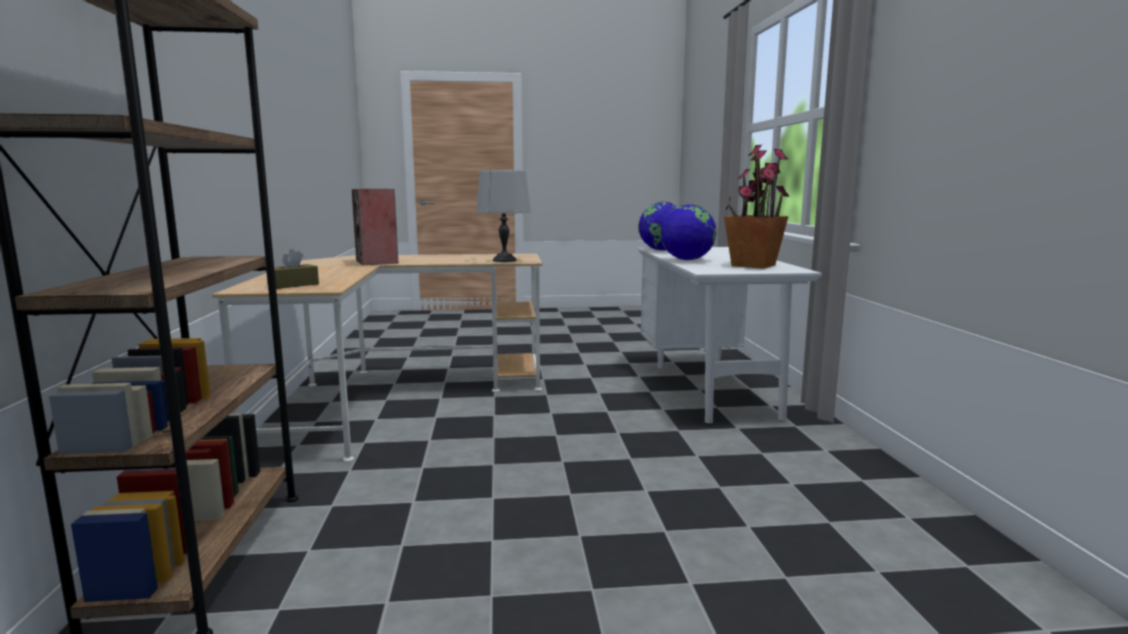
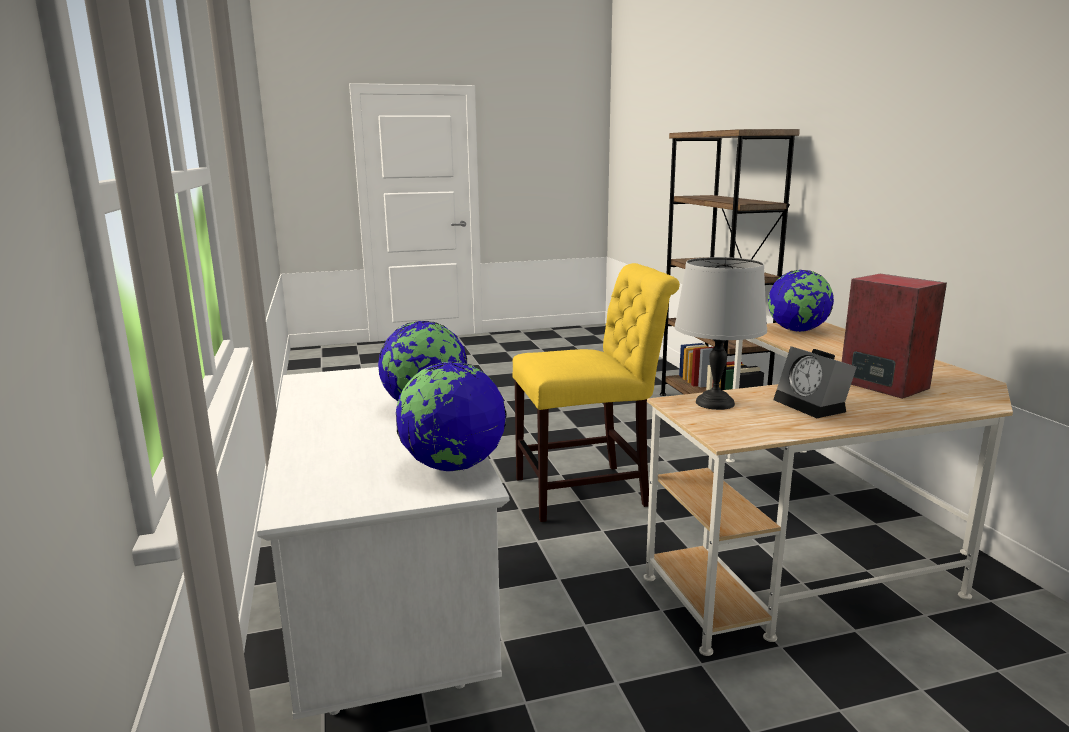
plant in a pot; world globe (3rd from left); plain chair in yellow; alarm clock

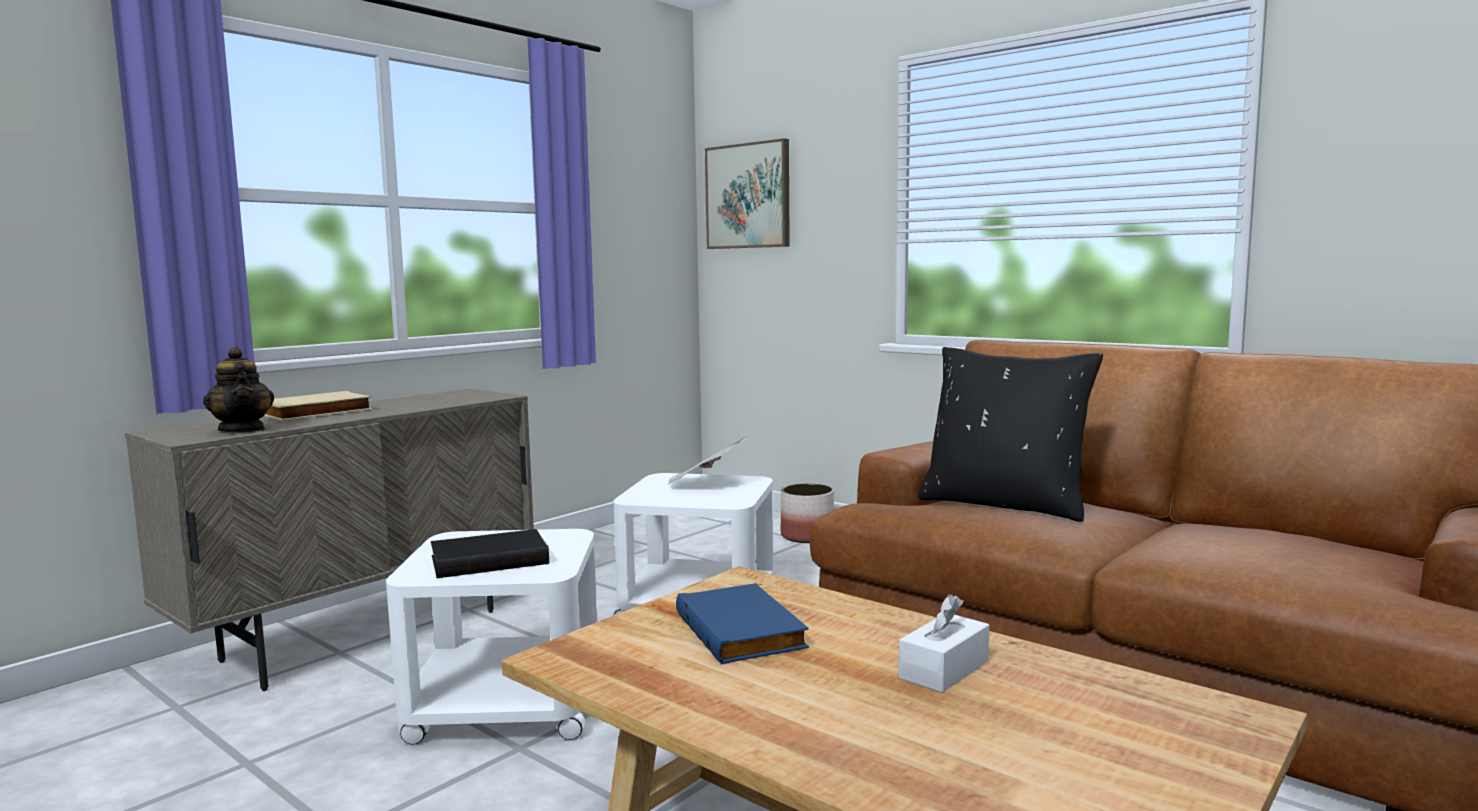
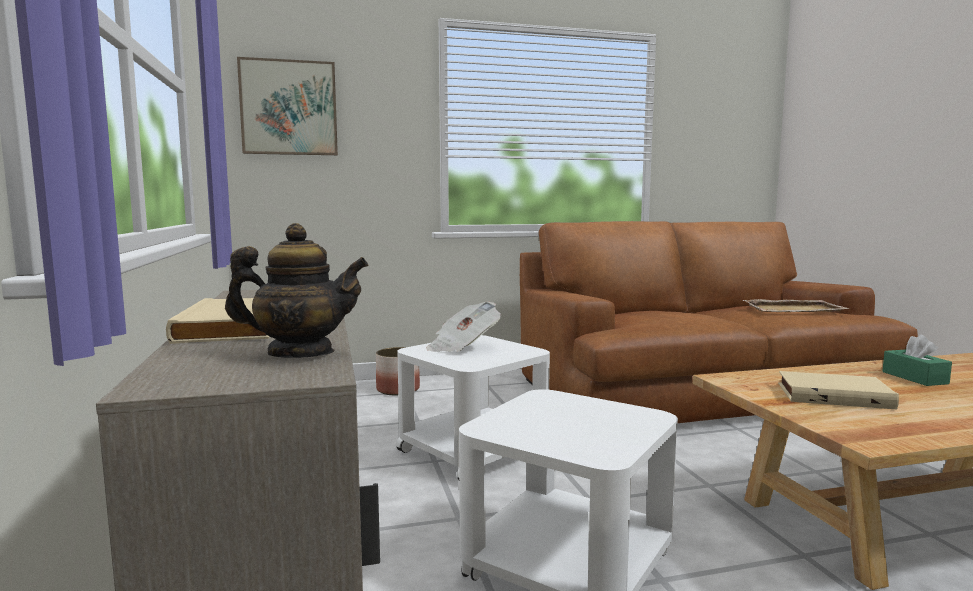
cushion in blackish; book in blackish; book in beige-coloured (2nd from left); box of tissues in green-coloured; tray in beige-coloured

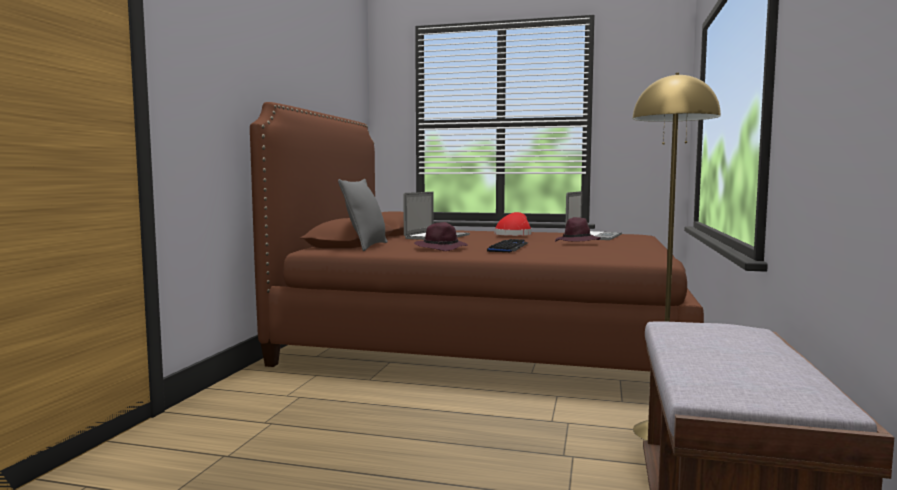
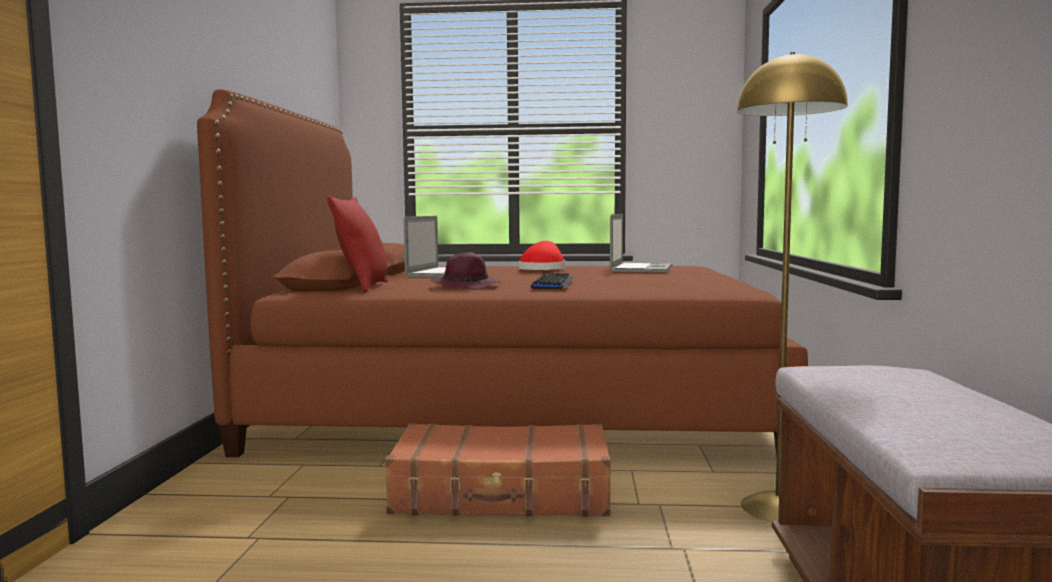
cushion in red-coloured; hat in purple (2nd from left in the first image); suitcase in brown-coloured

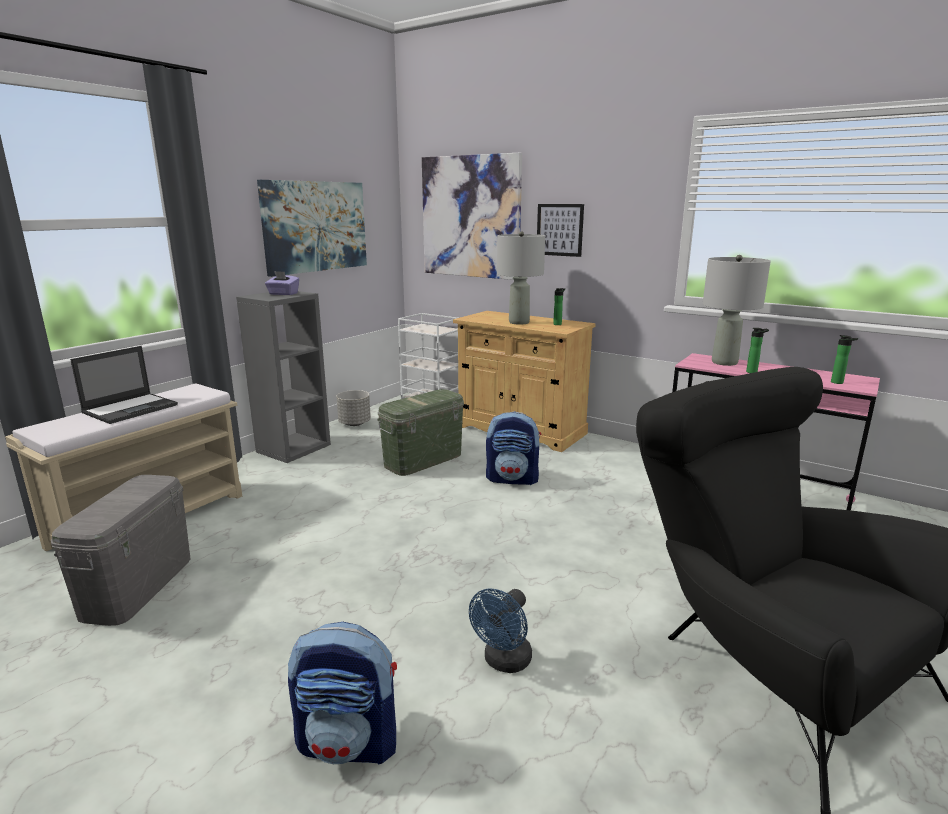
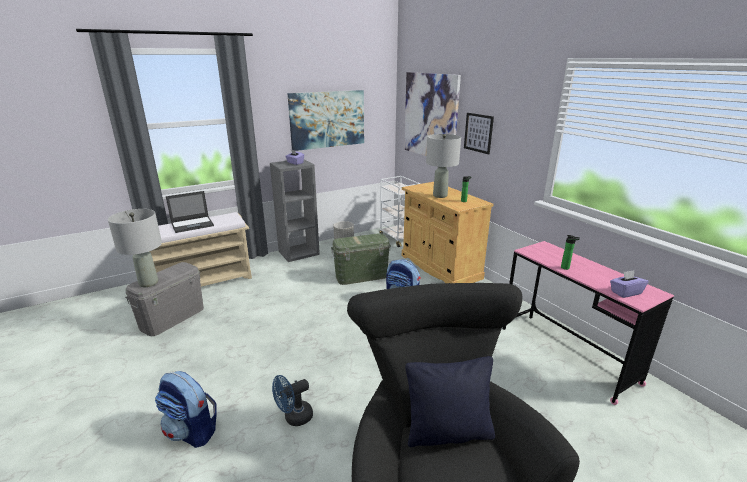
tabletop lamp in grey (1st from left); box of tissues in purple (2nd from left); cushion in blackish

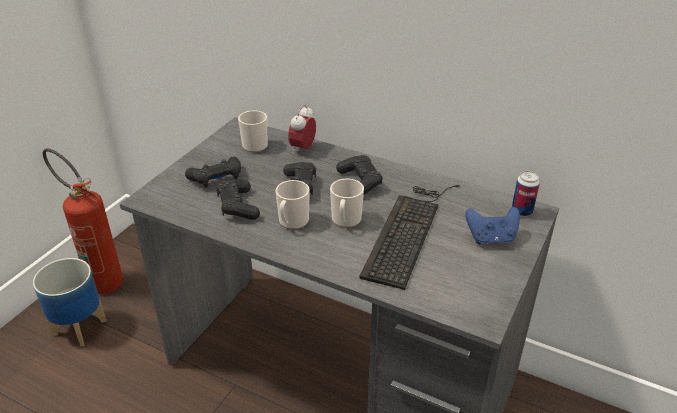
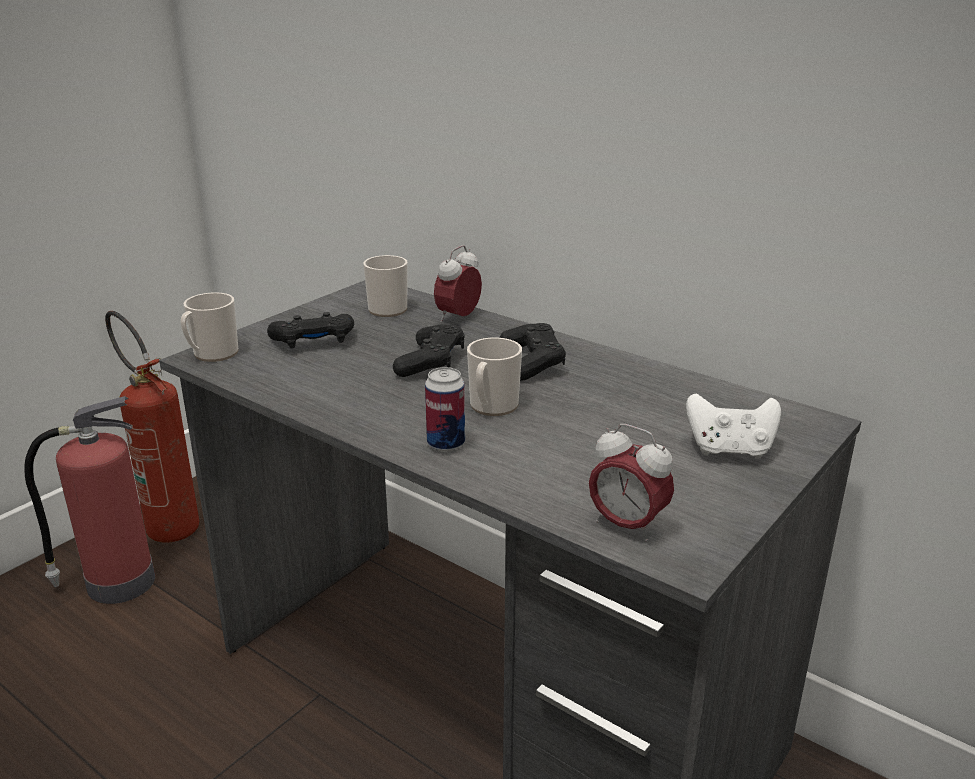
sealed can; game controller in blackish (2nd from left in the first image); mug (1st from left); computer keyboard; game controller in white; fire extinguisher (1st from left); alarm clock (2nd from left)

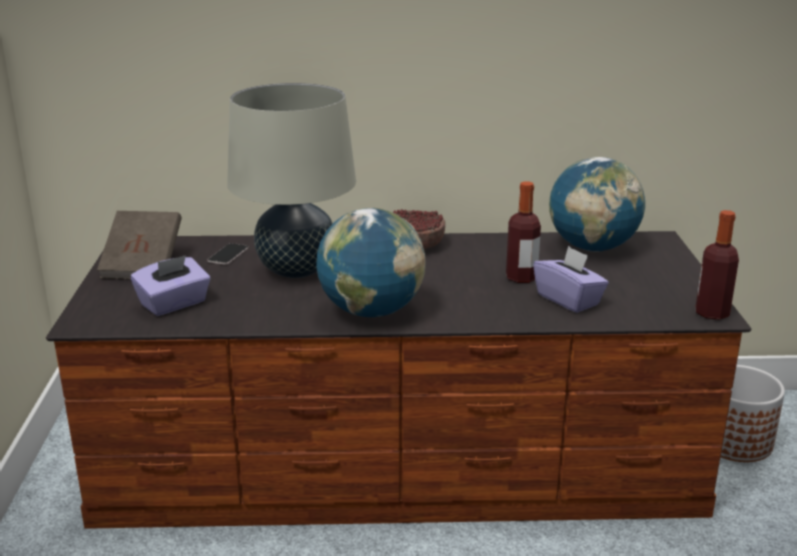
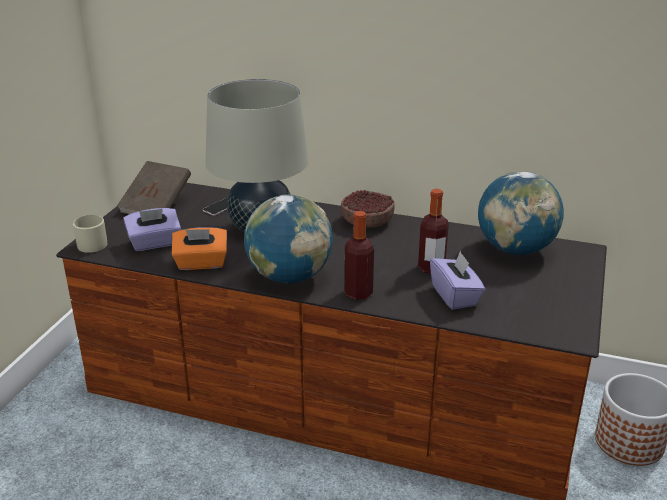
beverage bottle (1st from left); mug in beige-coloured; box of tissues in orangey

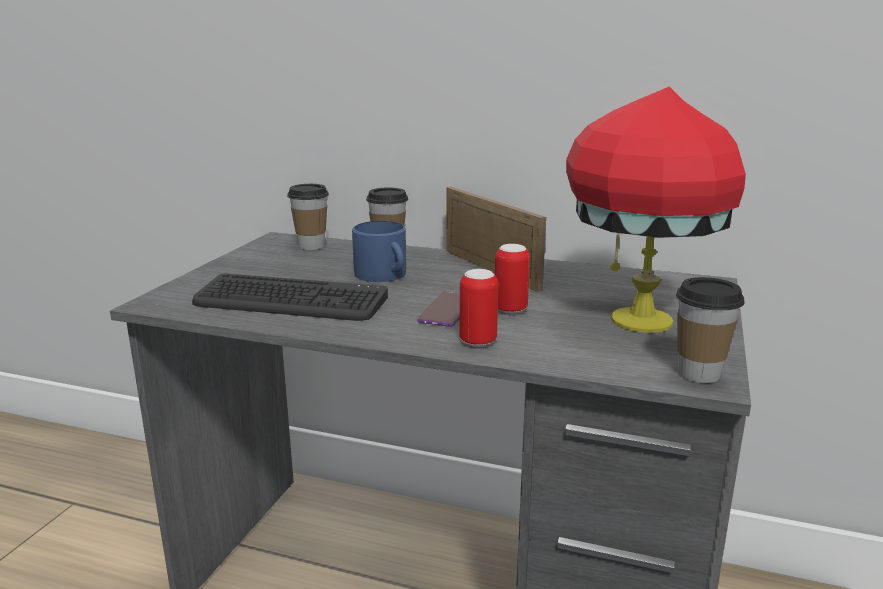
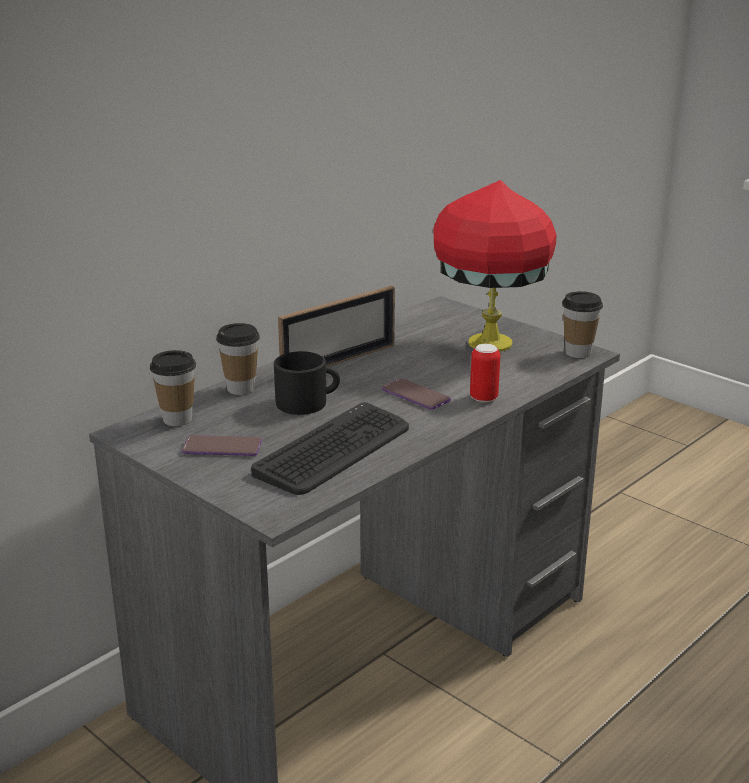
photo frame; mug in blackish; sealed can (2nd from left in the first image); phone (1st from left)

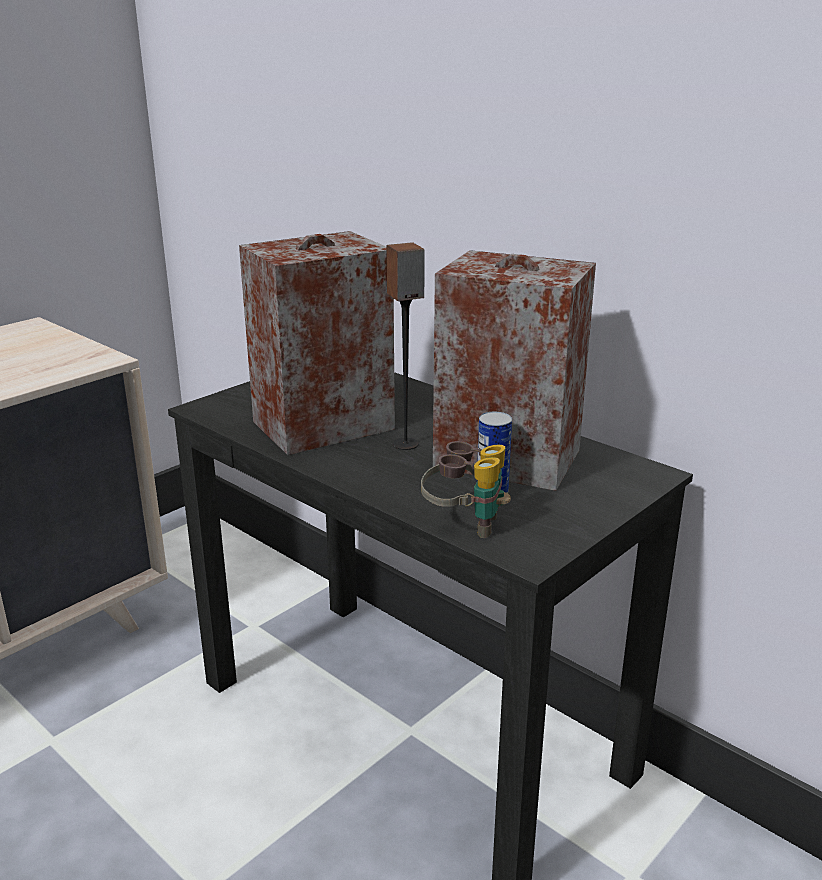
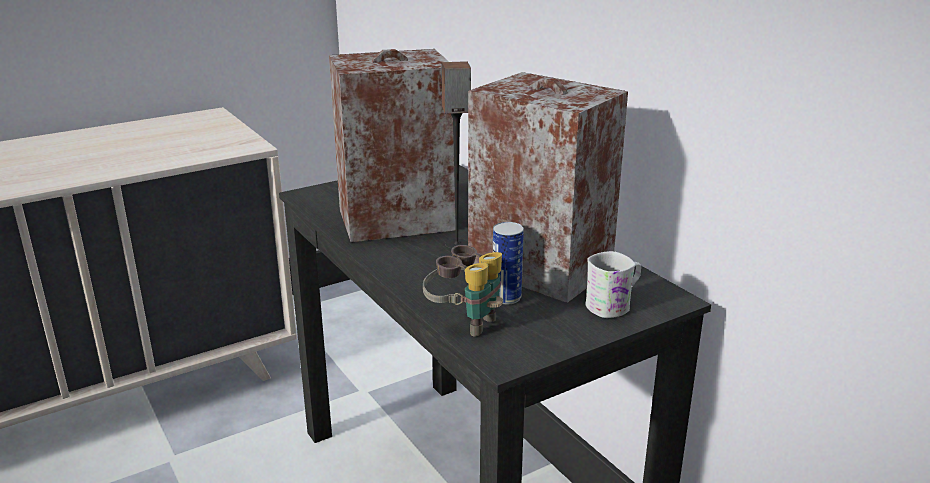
mug in white

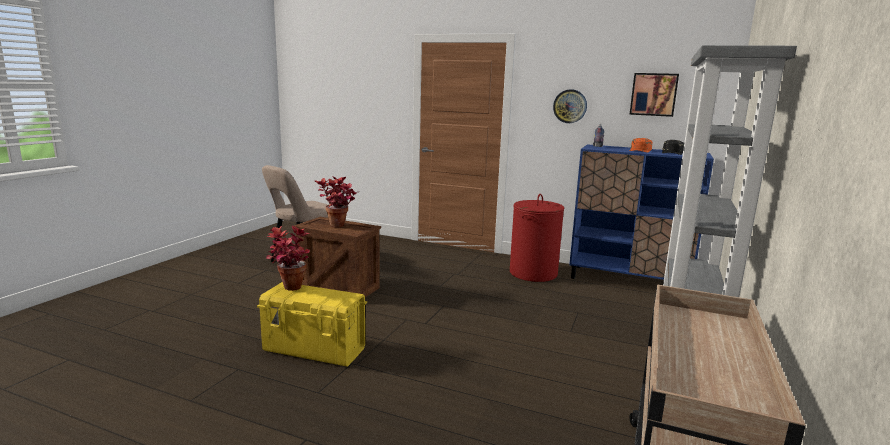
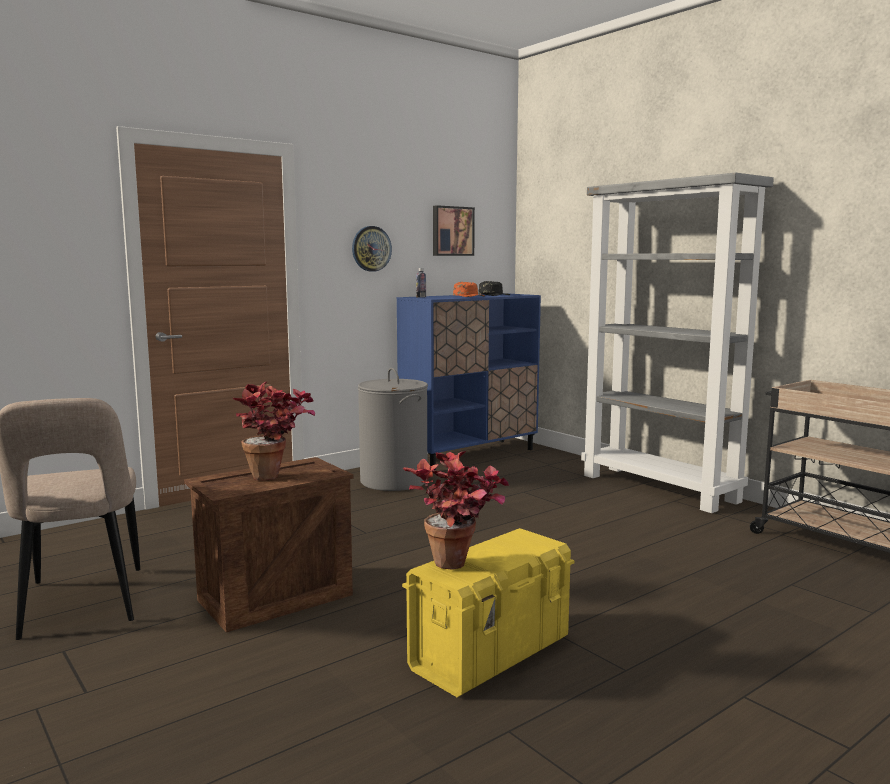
laundry basket in grey

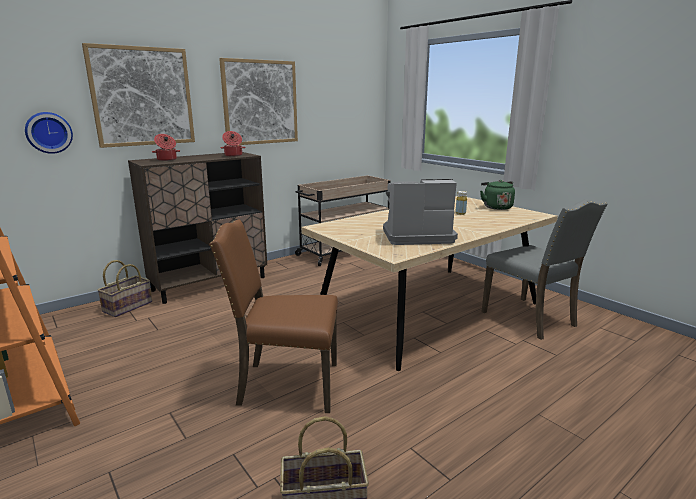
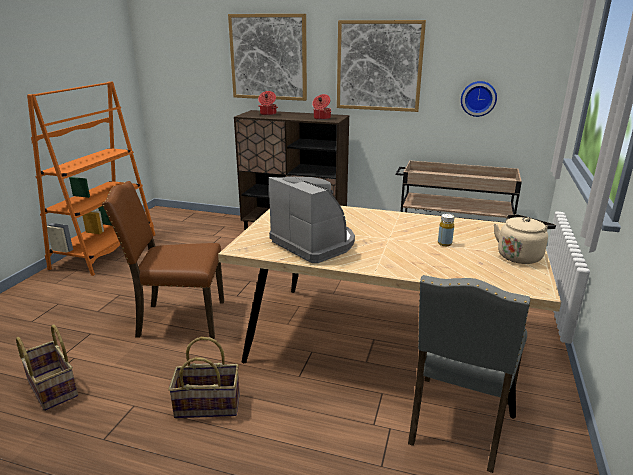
hanging clock; tea kettle in beige-coloured; plain chair in brown-coloured; household basket (2nd from left)

